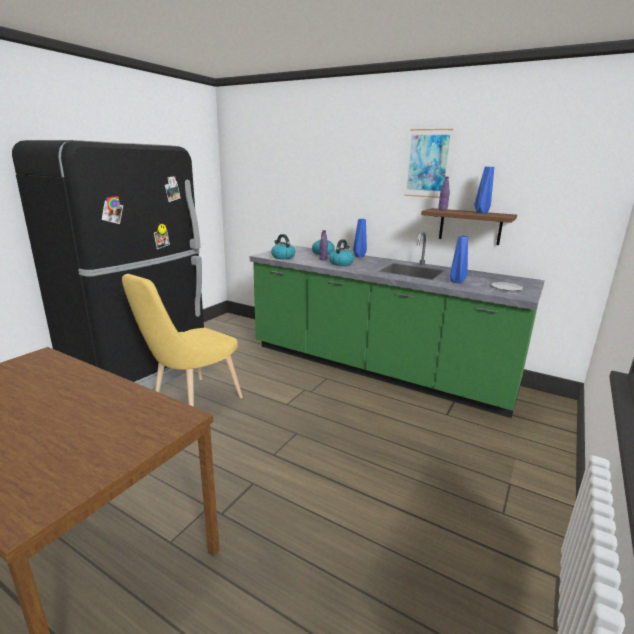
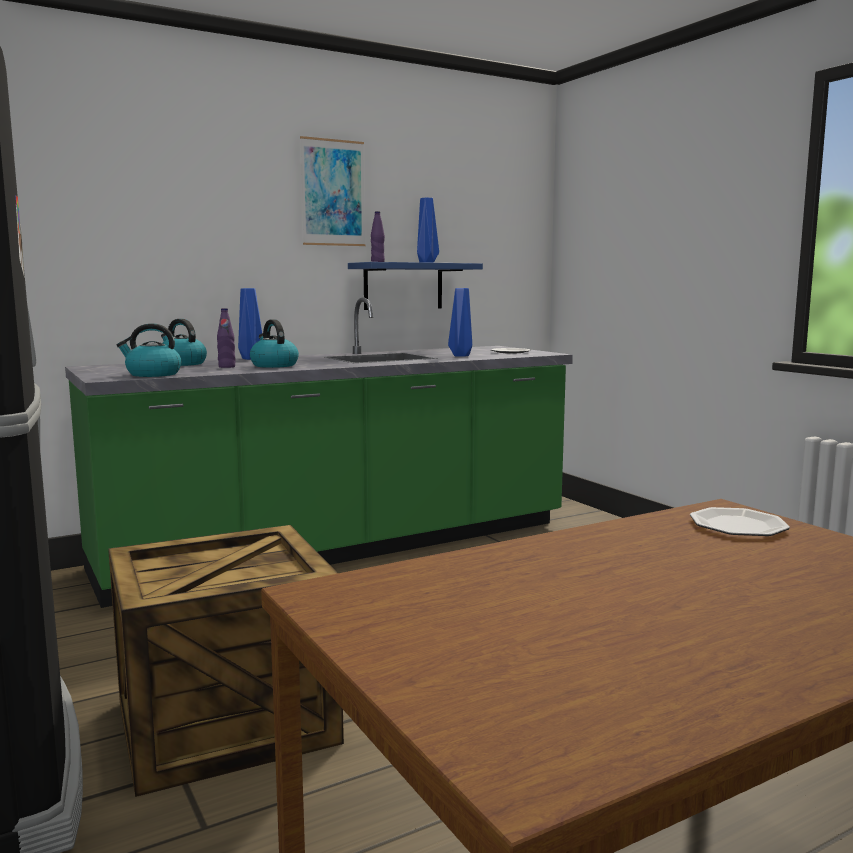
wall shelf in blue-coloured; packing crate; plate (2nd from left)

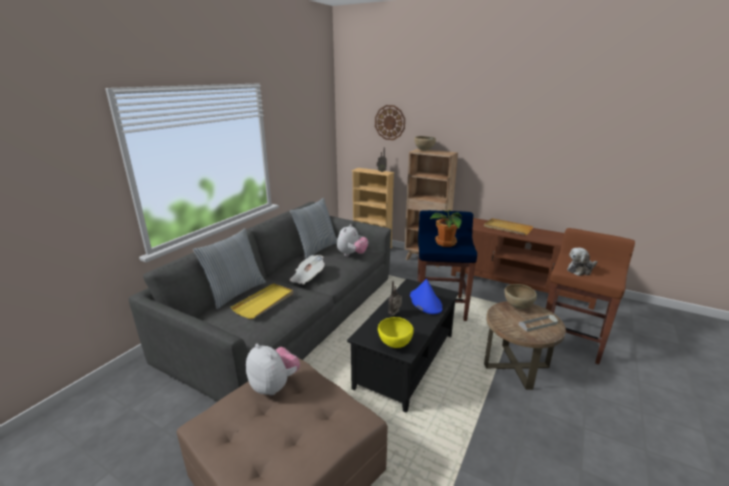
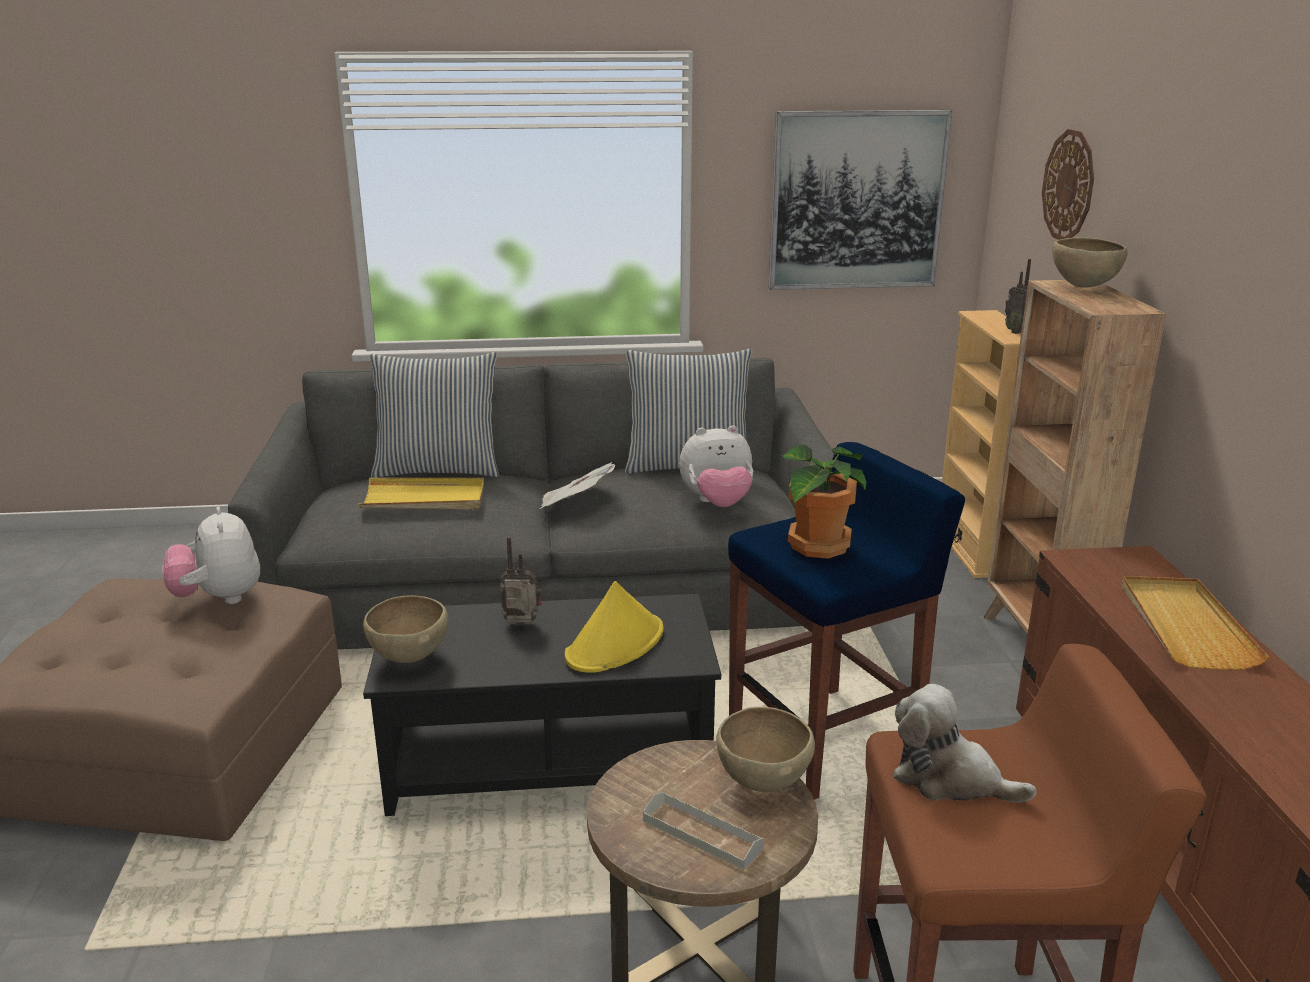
hat in yellow; deep dish in brown-coloured (1st from left); plush toy (1st from left); wall picture

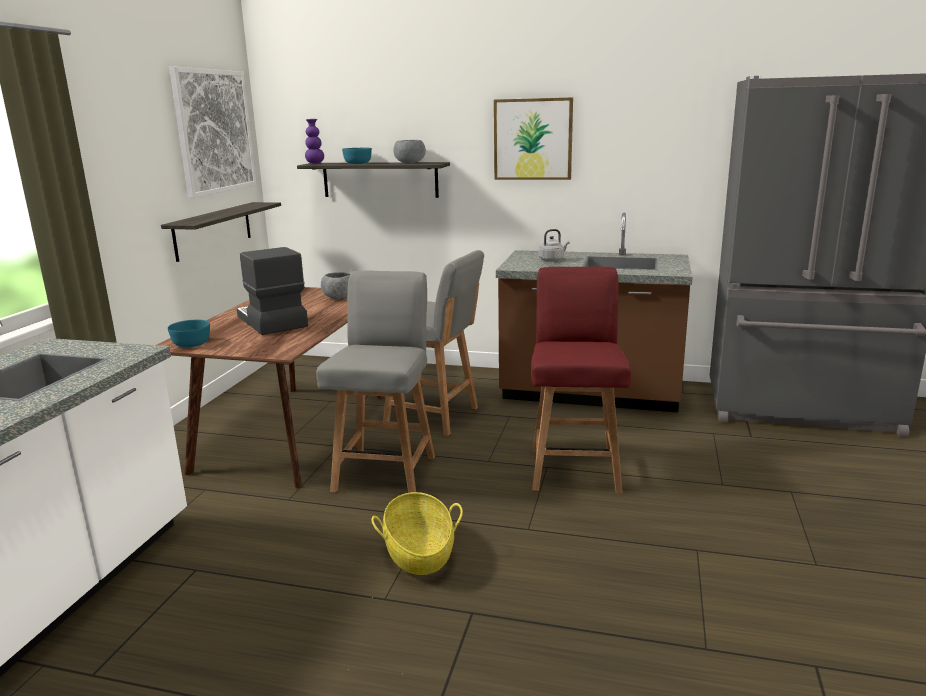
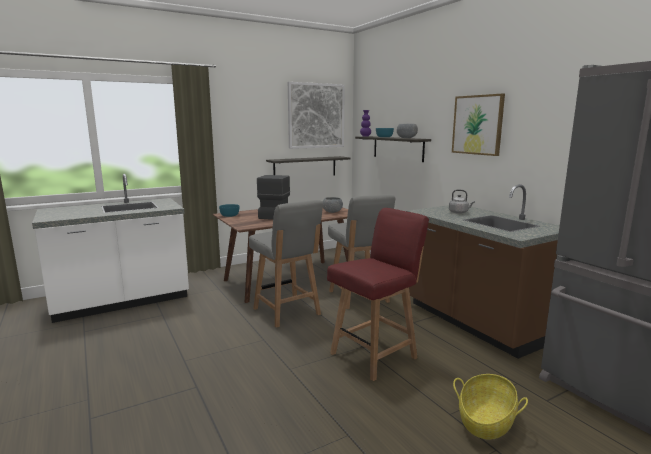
plain chair in grey (1st from left); household basket

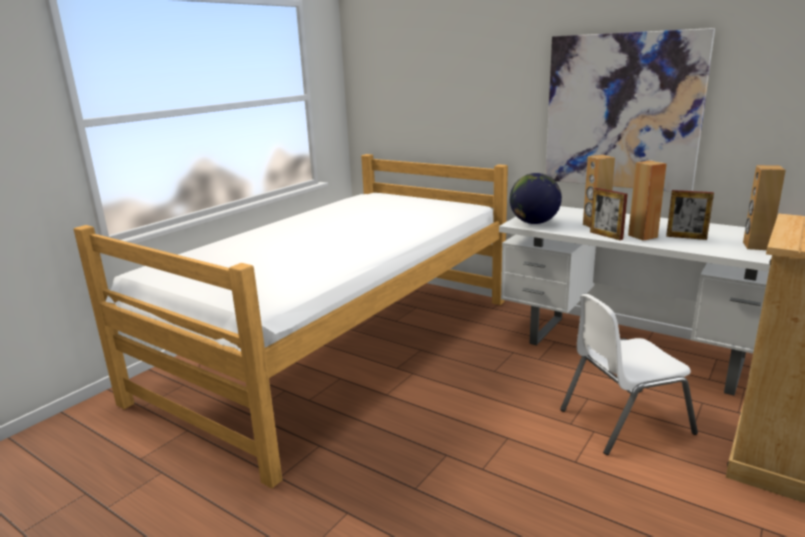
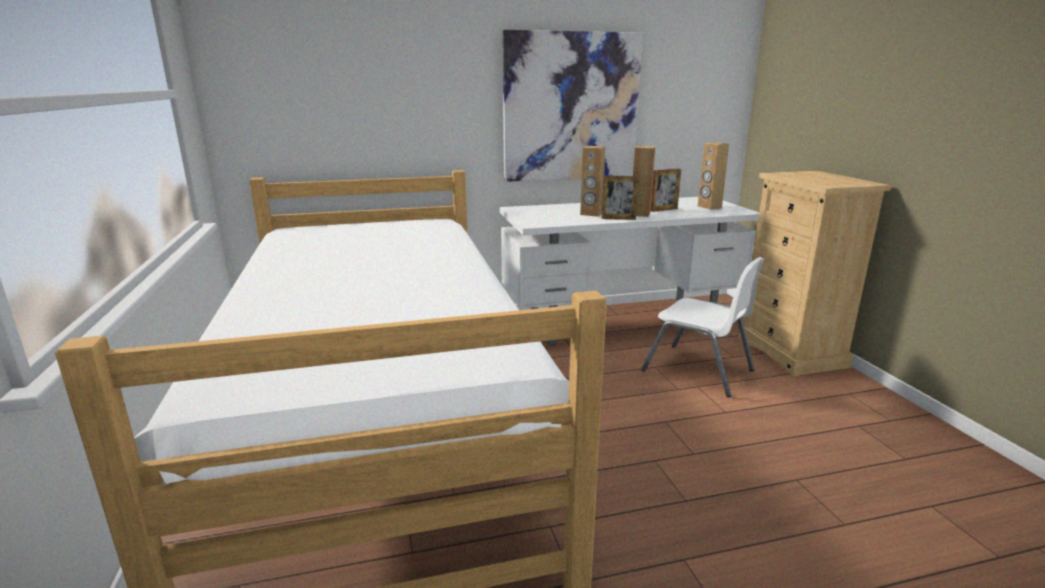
world globe; plain chair in white

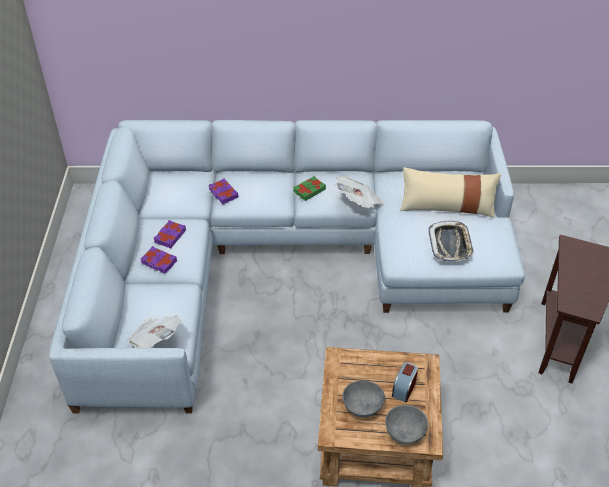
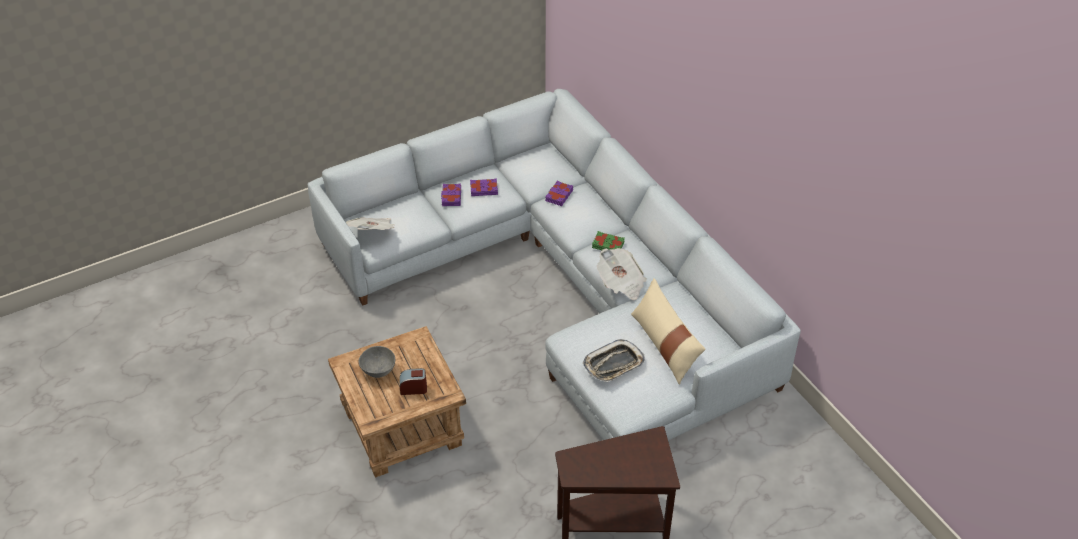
deep dish in grey (2nd from left in the first image)

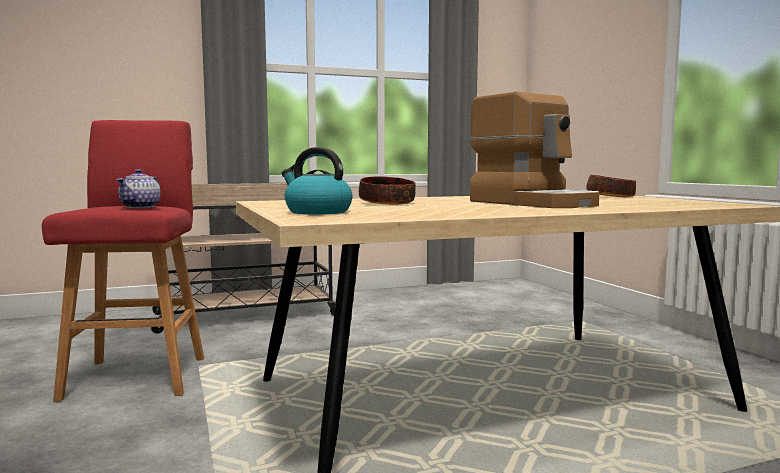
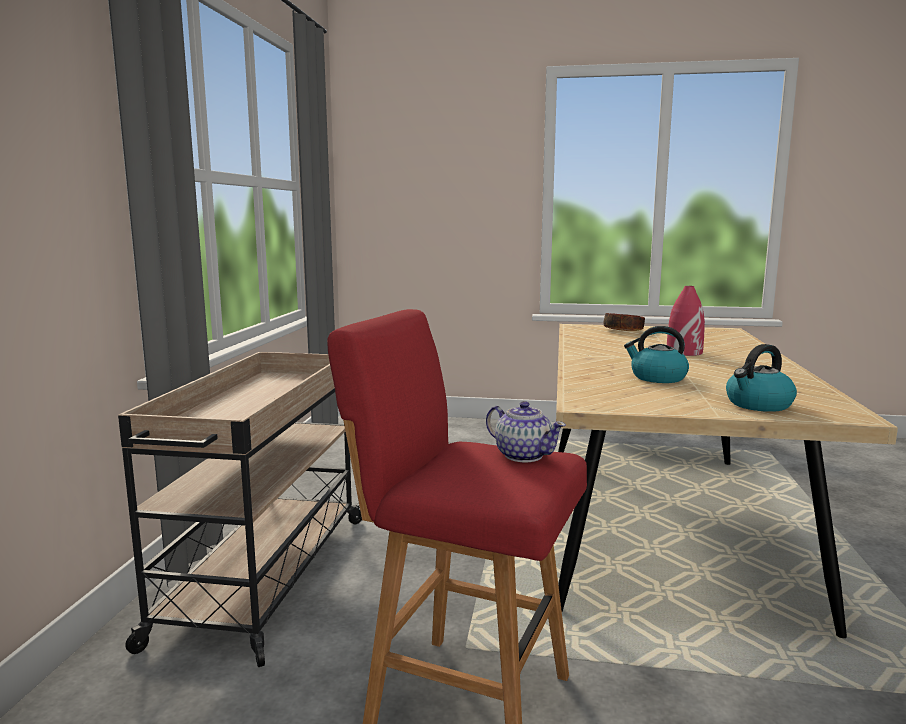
decorative vase in red-coloured; tea kettle (1st from left)

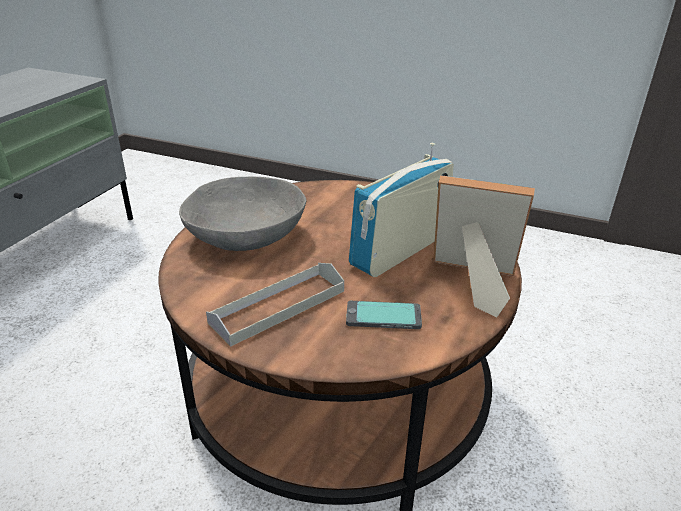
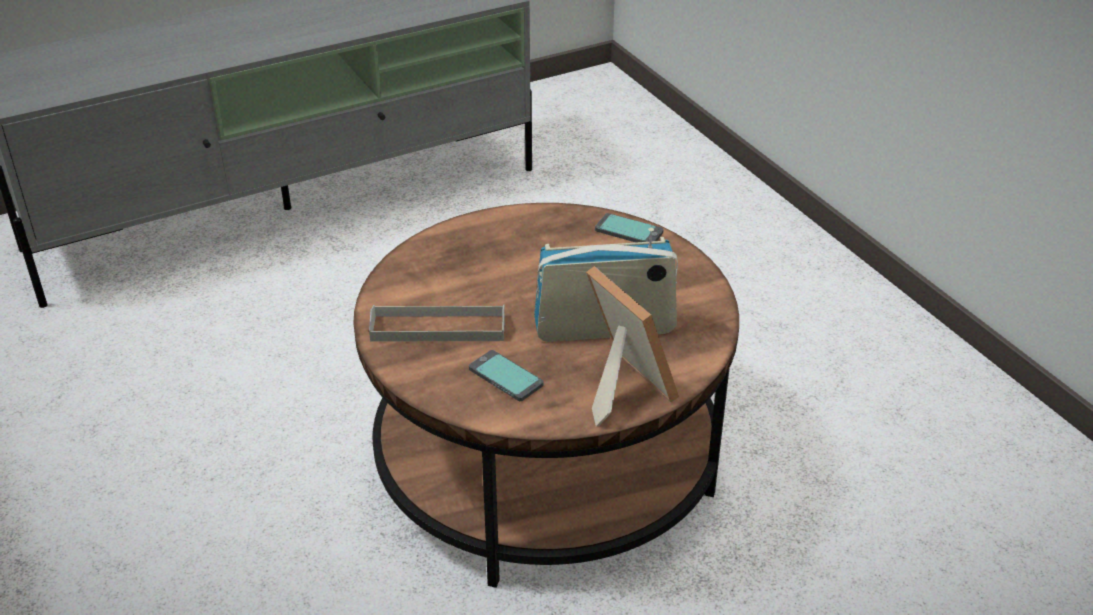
deep dish in grey; phone (2nd from left)

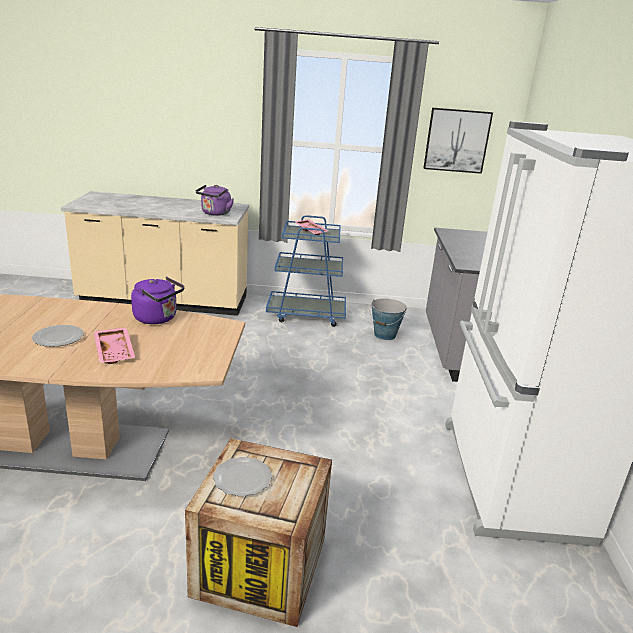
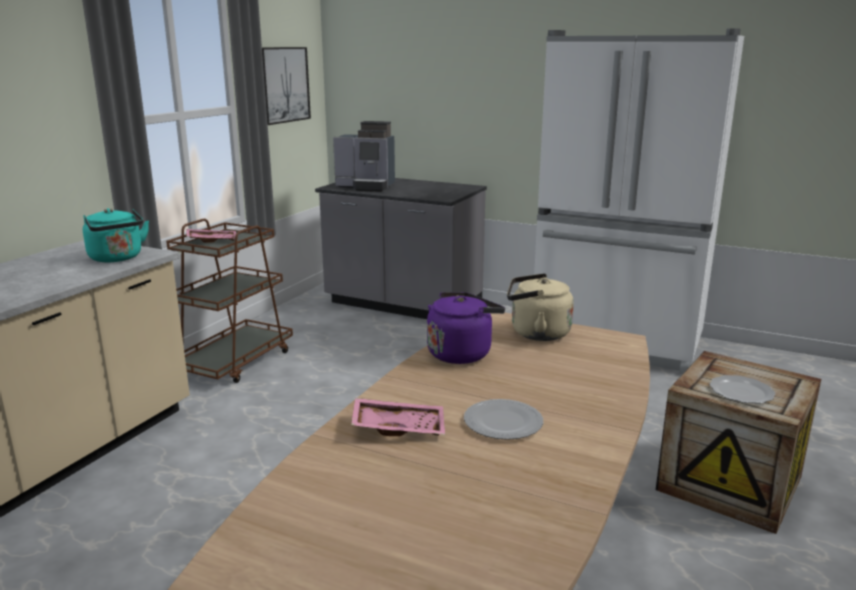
tea kettle in turquoise; wheeled cart in brown-coloured; pail; tray in pinkish (2nd from left); coffee machine; tea kettle in beige-coloured

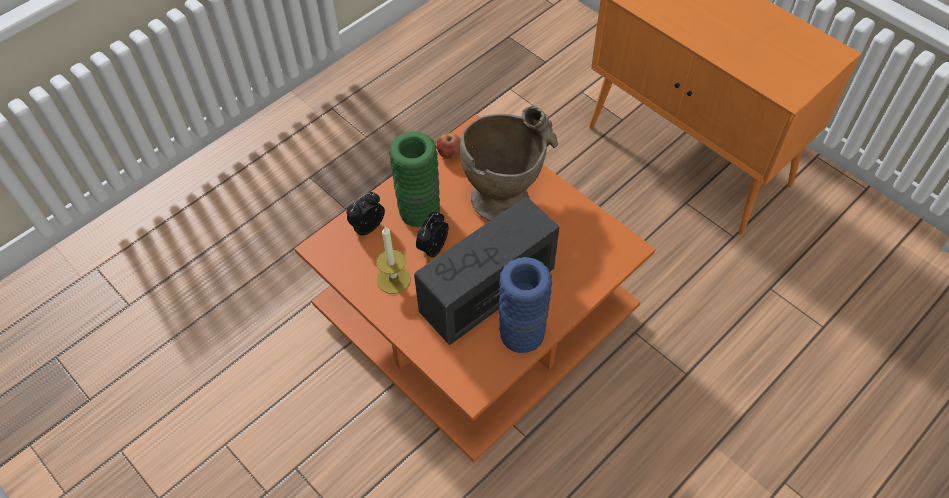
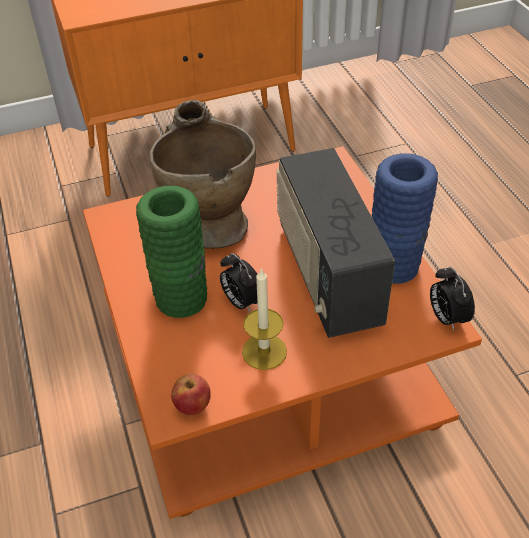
apple; alarm clock (2nd from left)

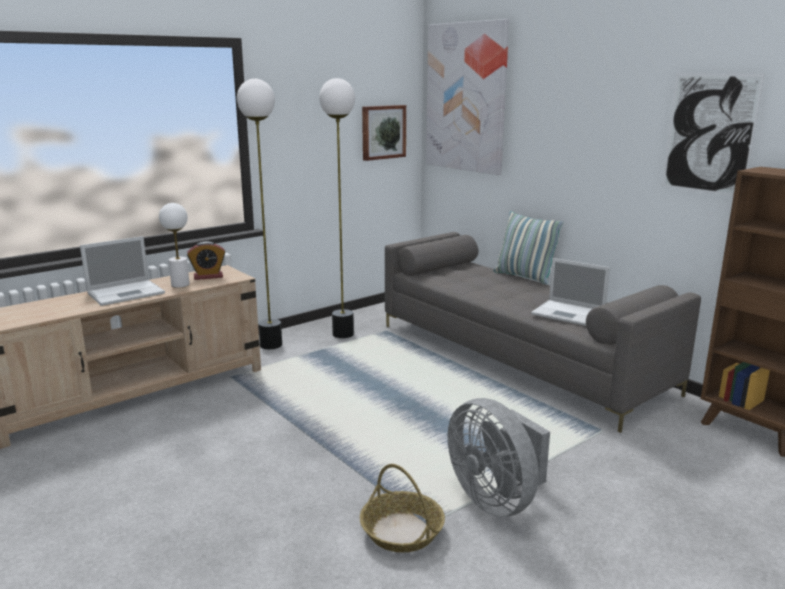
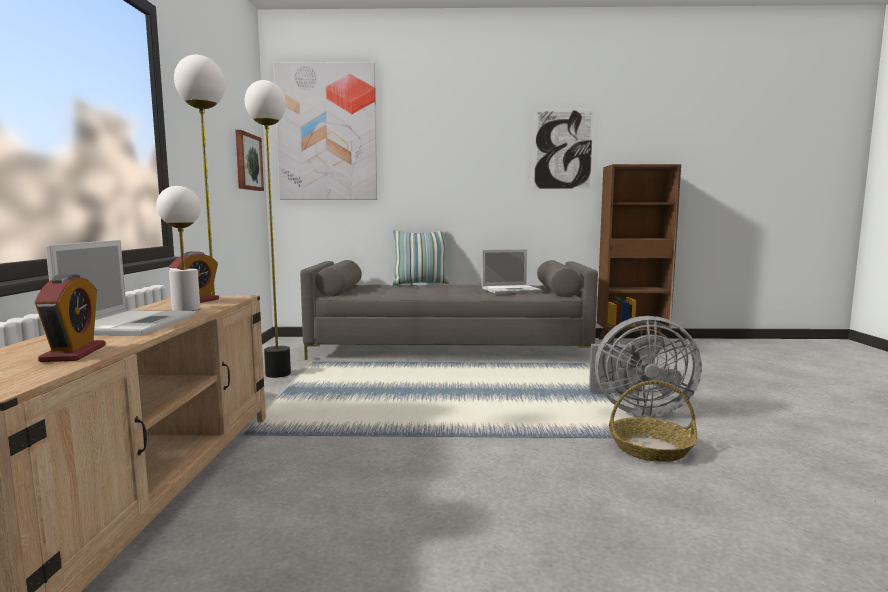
alarm clock (1st from left)

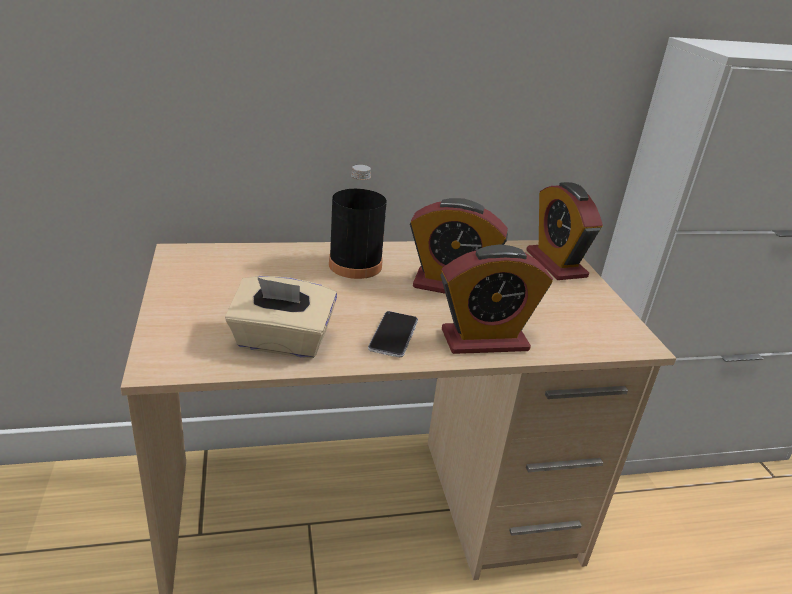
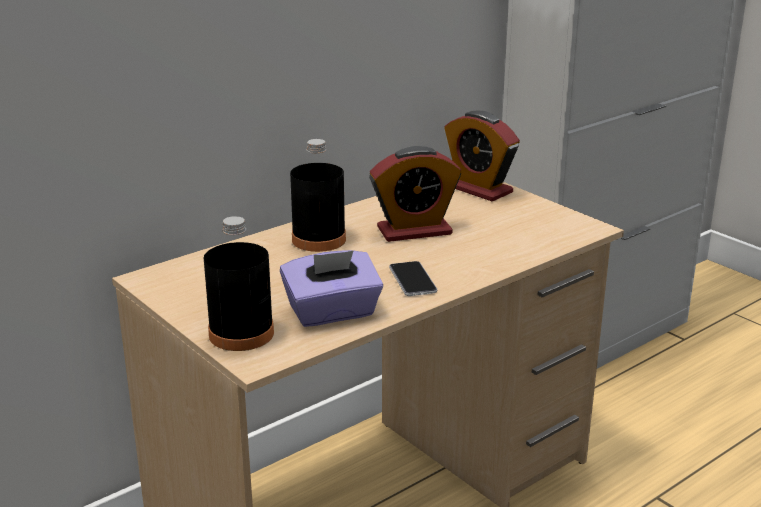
alarm clock (2nd from left in the first image); box of tissues in purple; beverage bottle in blackish (1st from left)

